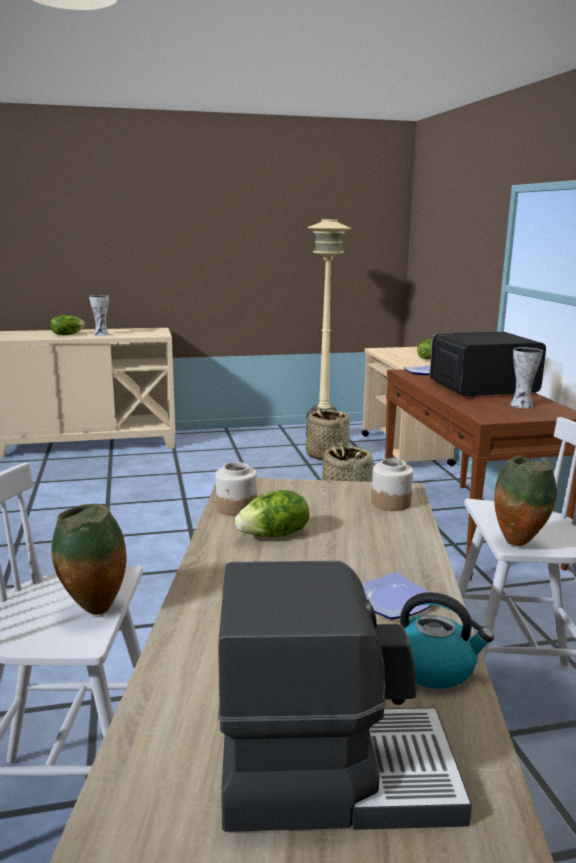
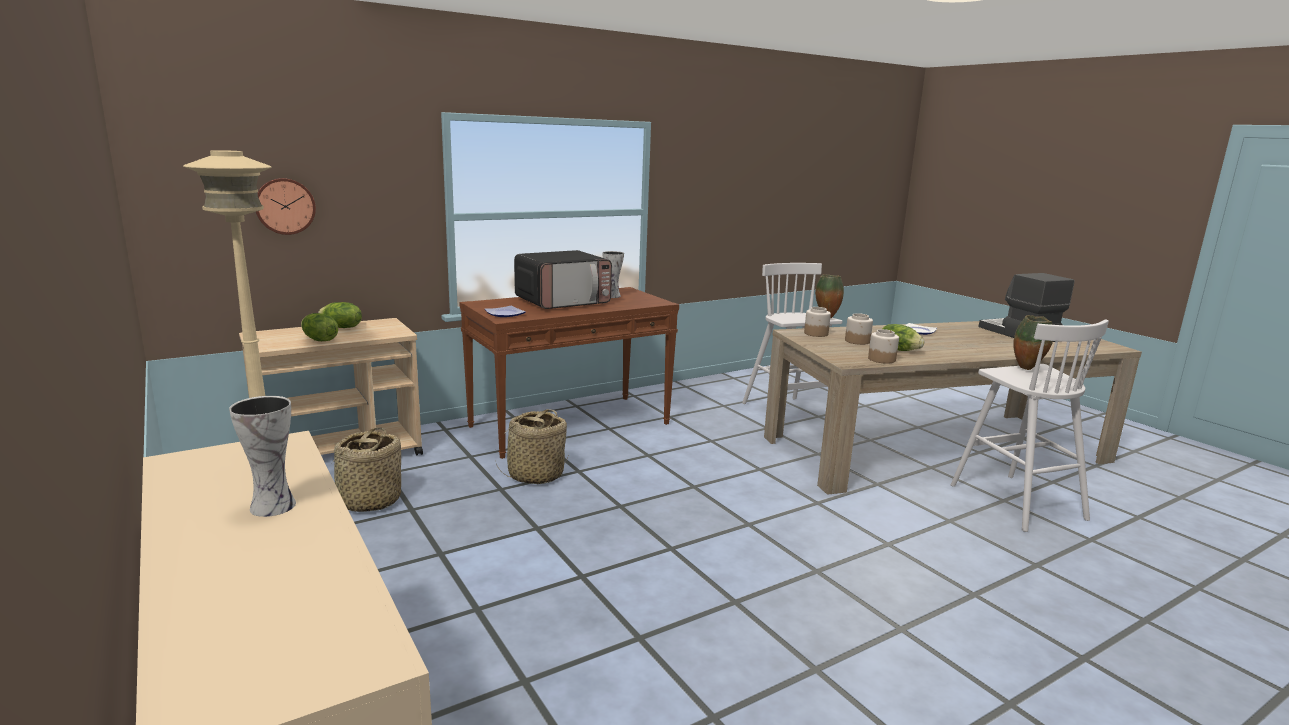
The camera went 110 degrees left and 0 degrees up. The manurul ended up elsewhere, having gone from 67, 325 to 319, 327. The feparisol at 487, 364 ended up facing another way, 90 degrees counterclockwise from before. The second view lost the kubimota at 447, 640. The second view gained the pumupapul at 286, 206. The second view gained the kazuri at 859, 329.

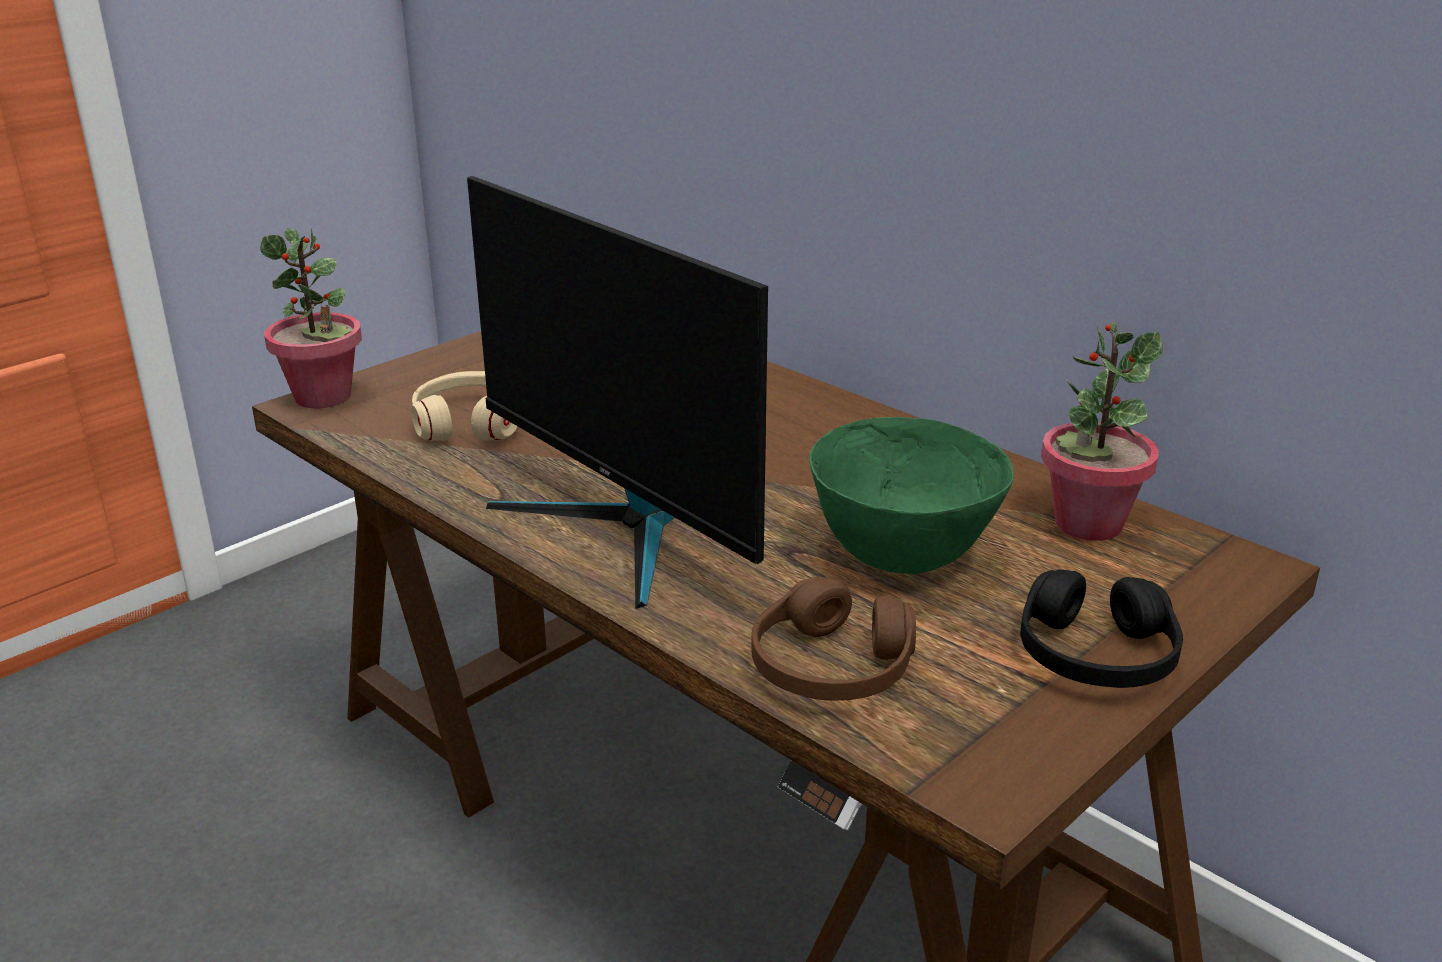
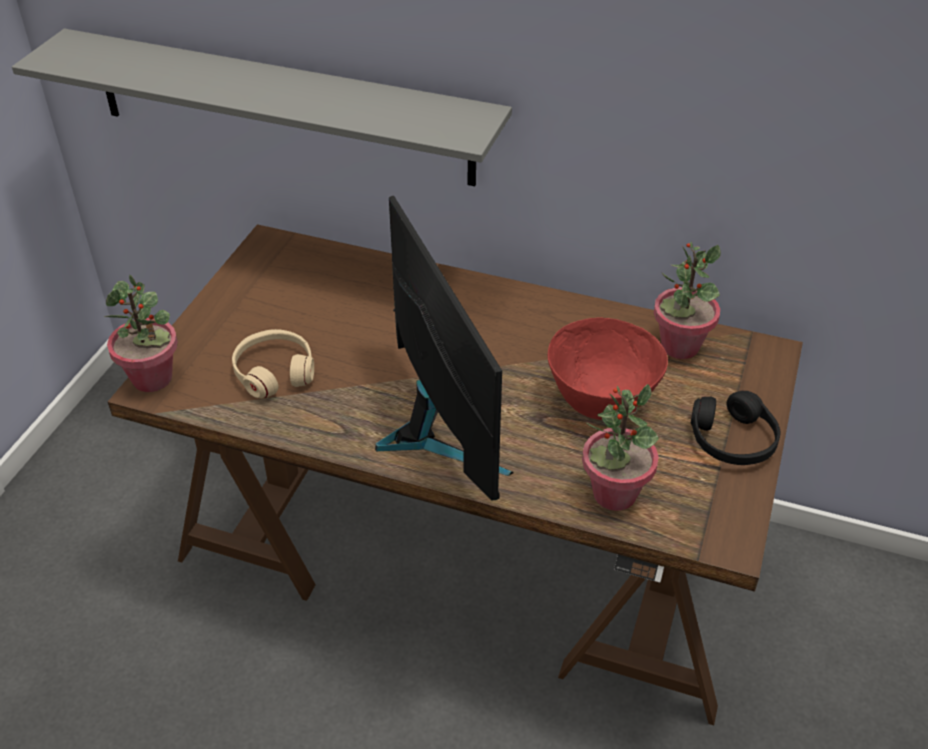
The camera went 25 degrees left and 15 degrees up. The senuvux at 617, 392 ended up facing another way, 135 degrees counterclockwise from before. What was the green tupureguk at 911, 496 turned into the red tupureguk at 607, 369. Where the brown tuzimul stood at 833, 639, the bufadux came to stand at 620, 447. The second view gained the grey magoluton at 262, 107.

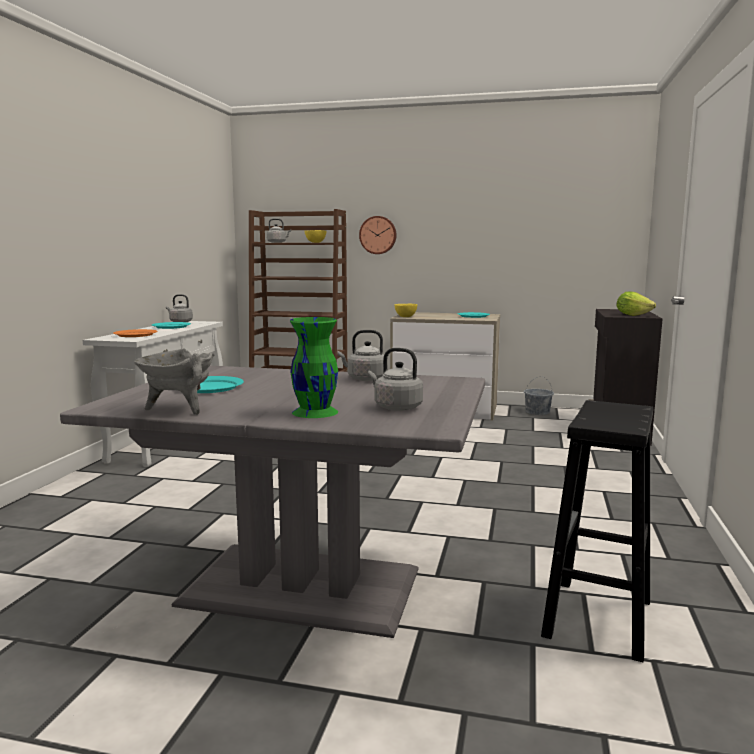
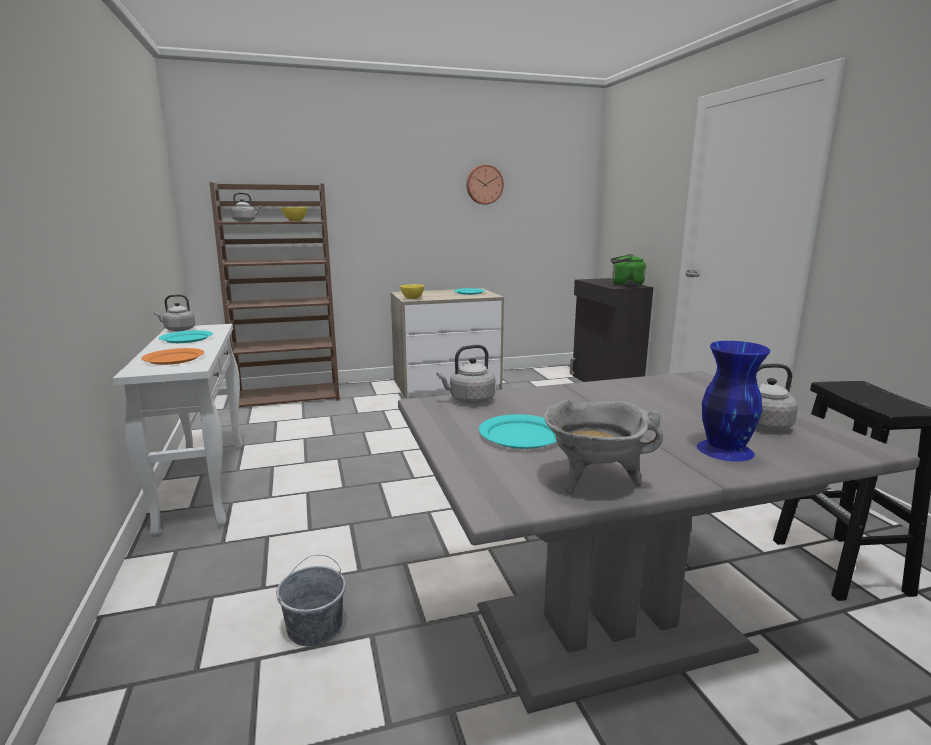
The camera went 30 degrees left and 5 degrees up. The pumupapul ended up elsewhere, having gone from 377, 235 to 485, 185. Where the manurul stood at 636, 303, the green kubimota came to stand at 628, 270. What was the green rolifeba at 314, 367 turned into the blue rolifeba at 733, 401. The grey kubimota ended up elsewhere, having gone from 360, 355 to 466, 374. The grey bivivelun ended up elsewhere, having gone from 539, 395 to 311, 600.

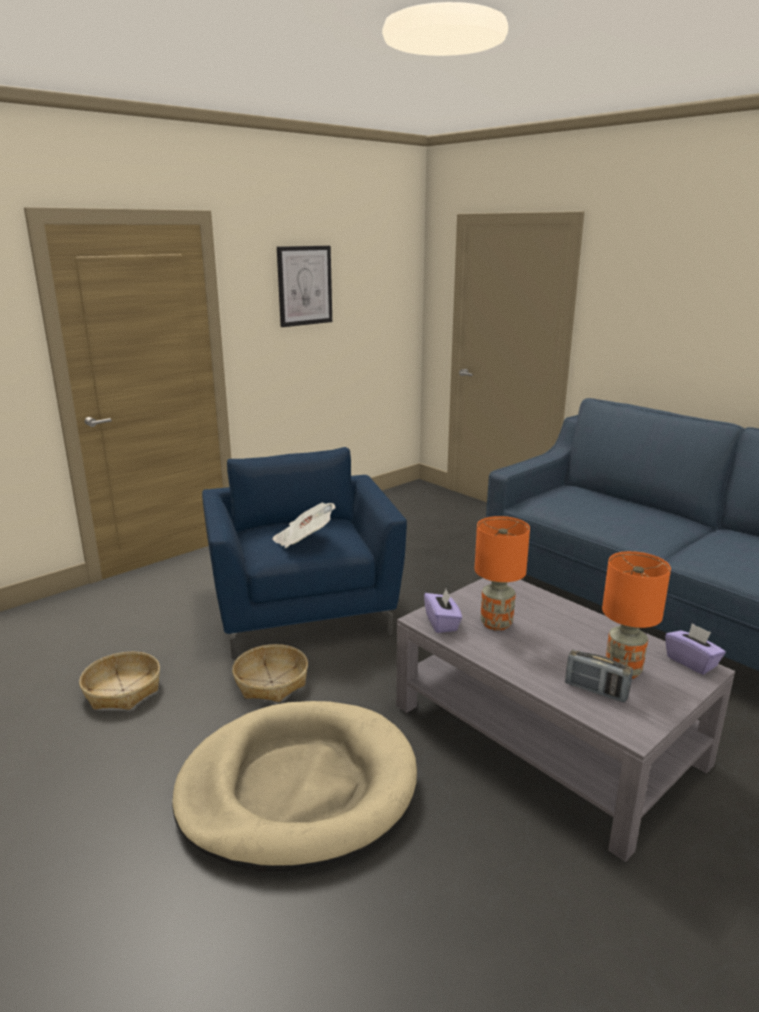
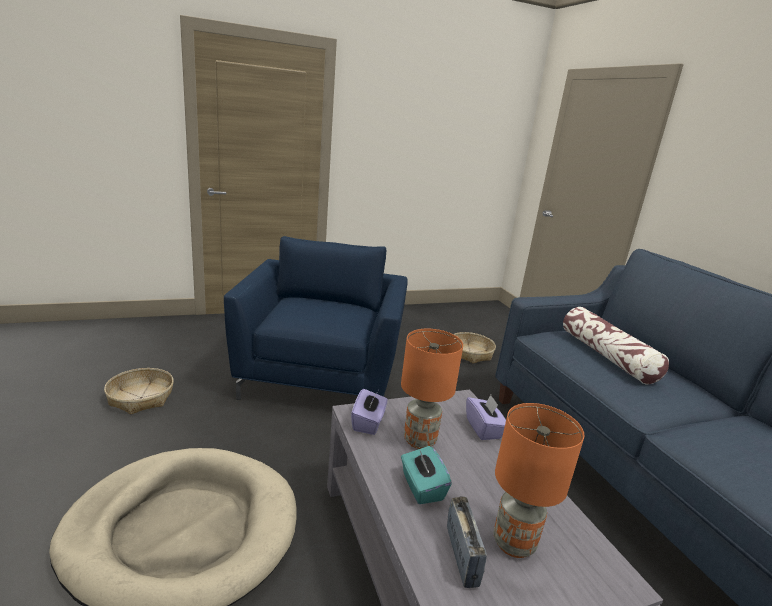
The camera went 20 degrees right and 0 degrees up. The second view lost the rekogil at 304, 286. The second view lost the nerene at 304, 525. The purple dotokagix ended up elsewhere, having gone from 695, 649 to 486, 417. The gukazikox ended up elsewhere, having gone from 270, 673 to 475, 348. The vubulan at 599, 676 ended up facing another way, 150 degrees counterclockwise from before. The second view gained the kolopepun at 616, 345. The second view gained the turquoise dotokagix at 426, 475.

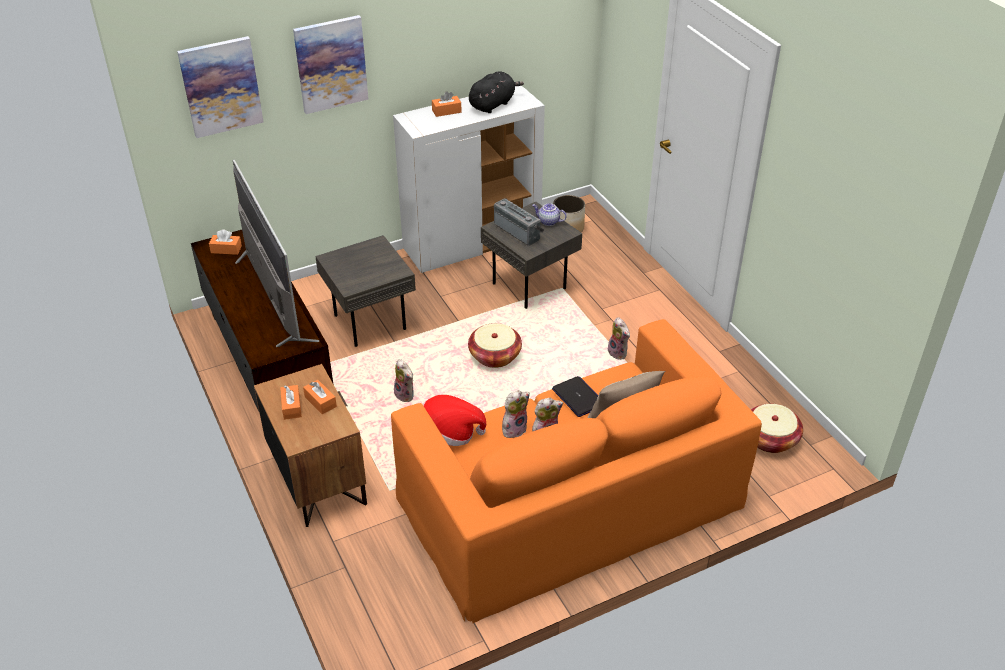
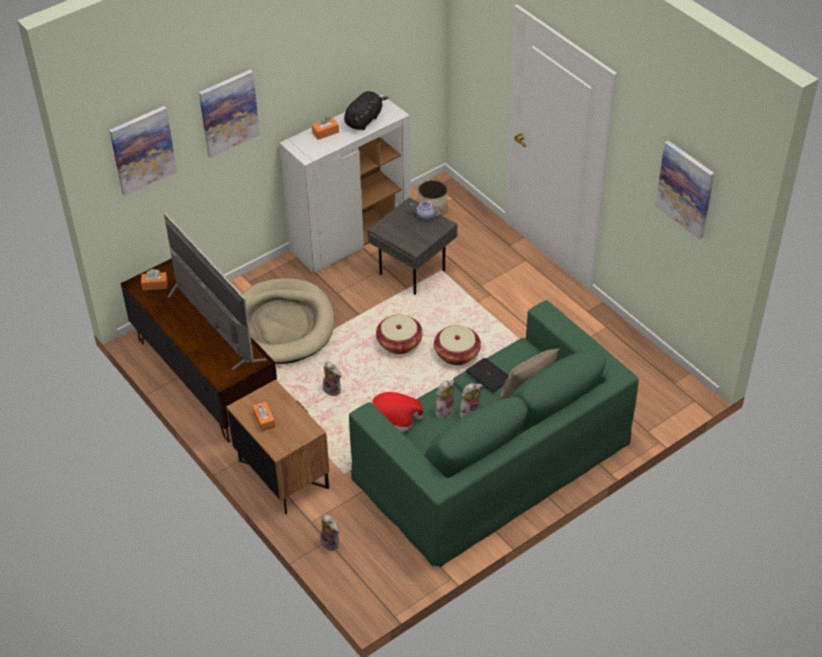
The camera went 10 degrees left and 5 degrees up. The second view lost the vubulan at 519, 222. Where the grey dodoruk stood at 365, 291, the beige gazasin came to stand at 288, 321. The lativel ended up elsewhere, having gone from 619, 338 to 328, 532. What was the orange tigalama at 576, 471 turned into the green tigalama at 494, 433. The second view lost the orange dotokagix at 320, 397. The gukazikox ended up elsewhere, having gone from 777, 428 to 457, 345. The second view gained the rekogil at 685, 189.

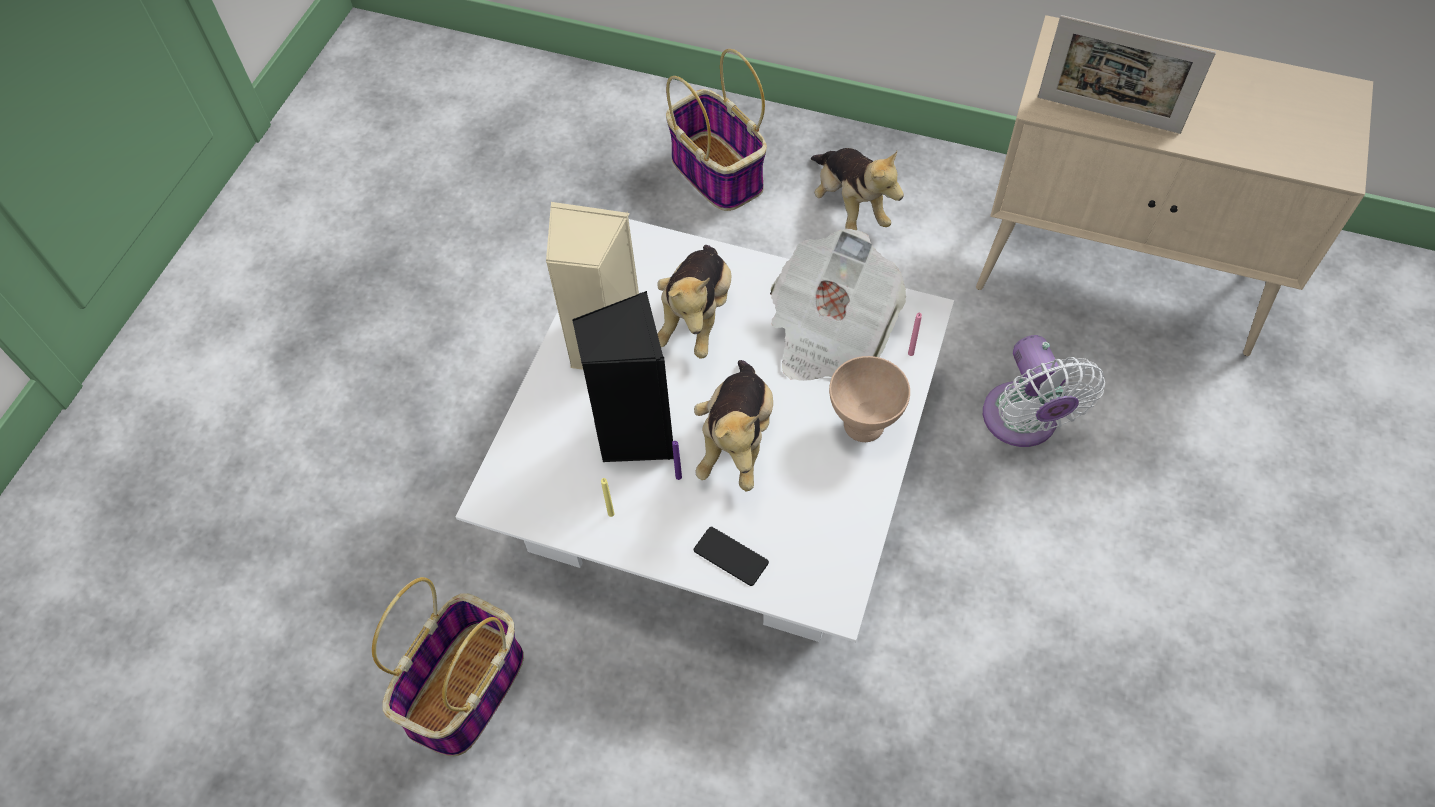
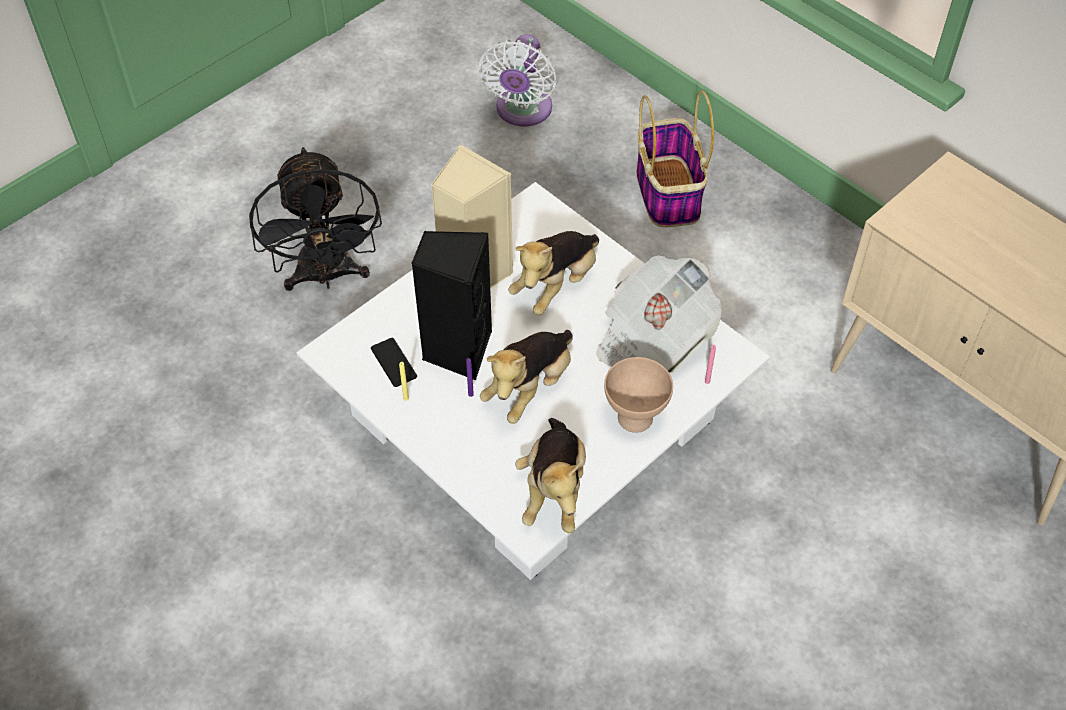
The camera went 25 degrees right and 5 degrees down. The second view lost the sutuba at 1127, 74. The lativel ended up elsewhere, having gone from 857, 189 to 550, 475. The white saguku ended up elsewhere, having gone from 1044, 391 to 518, 80. The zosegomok ended up elsewhere, having gone from 731, 556 to 394, 362. The second view lost the gukazikox at 448, 666. The second view gained the black saguku at 315, 219.

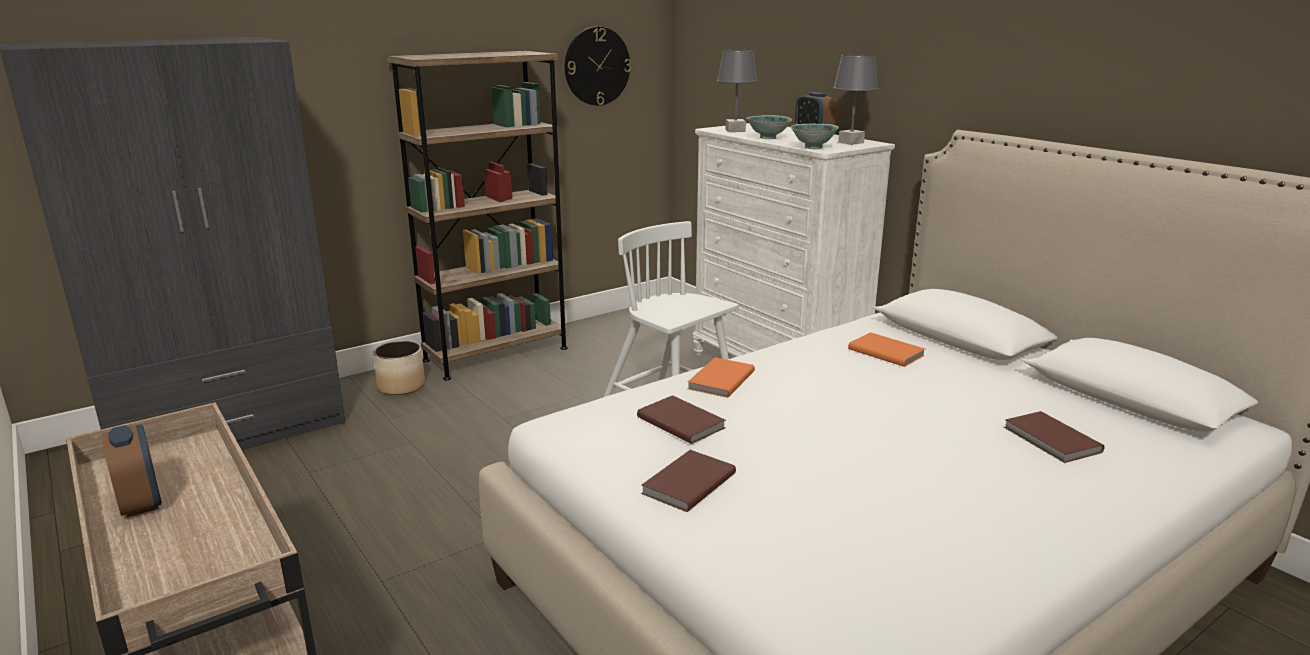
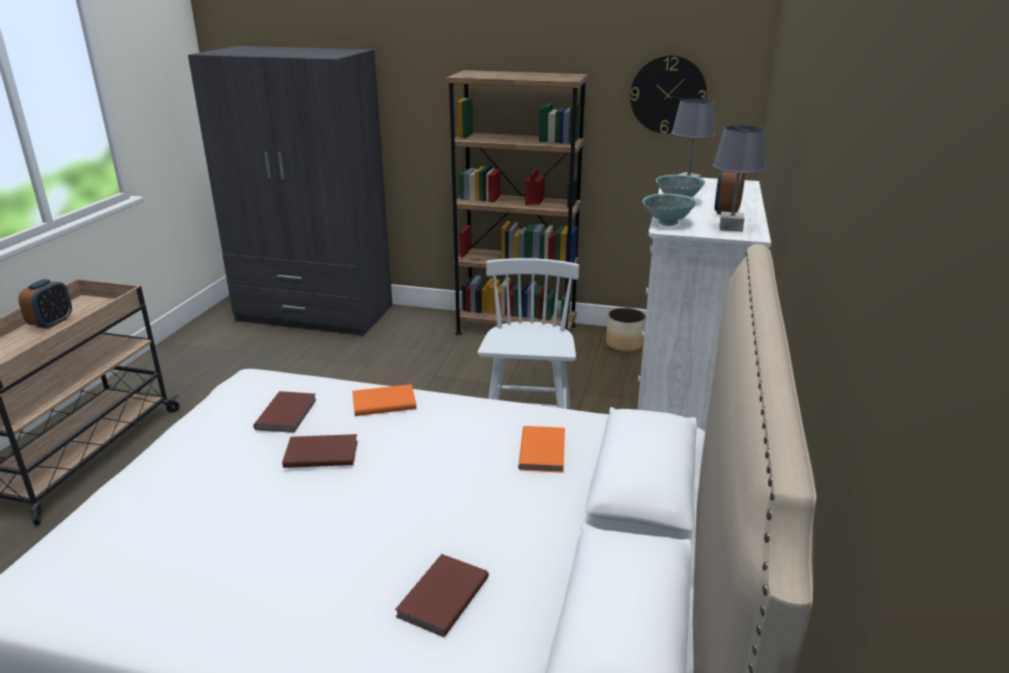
The camera went 50 degrees right and 5 degrees up. The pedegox ended up elsewhere, having gone from 399, 368 to 626, 330. The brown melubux ended up elsewhere, having gone from 688, 481 to 320, 451.

